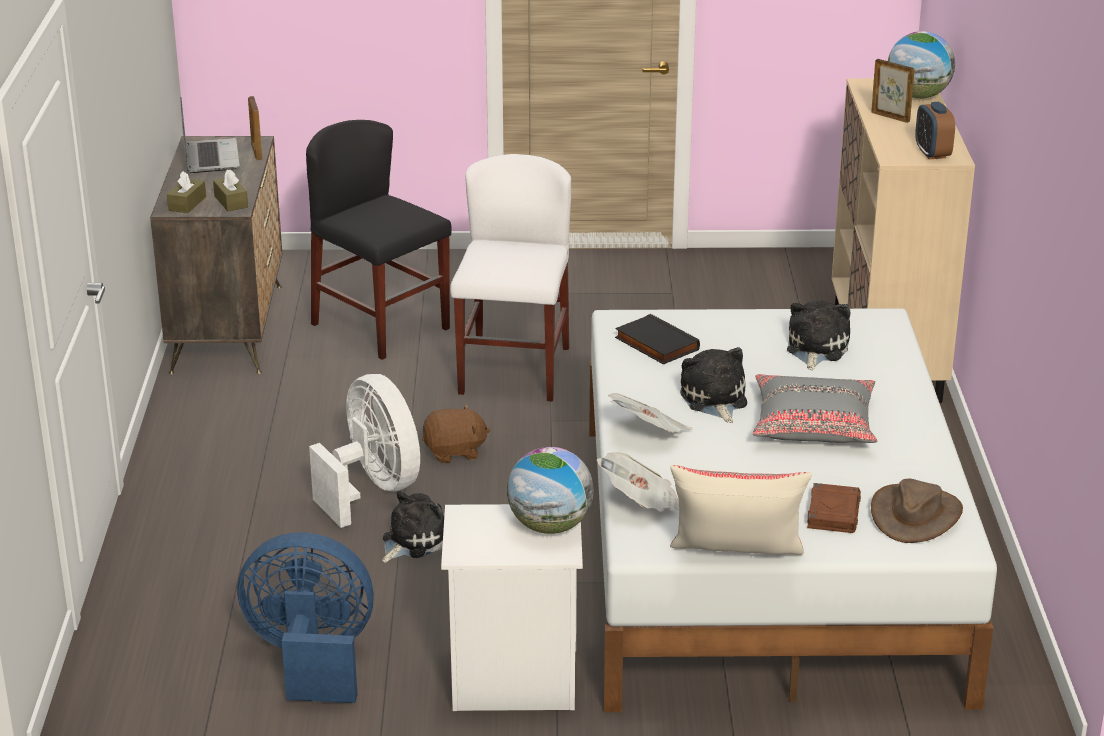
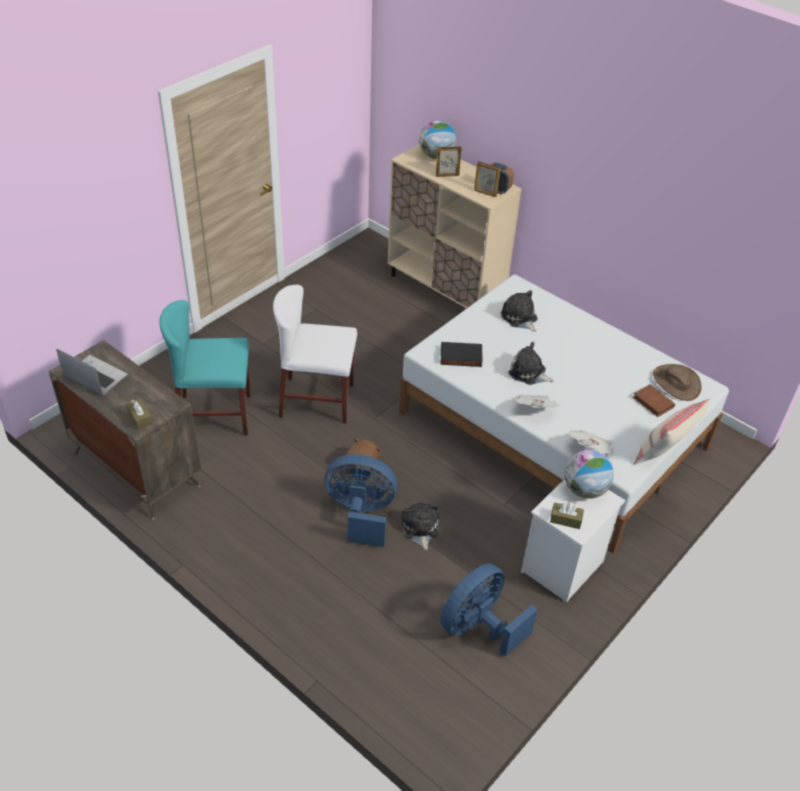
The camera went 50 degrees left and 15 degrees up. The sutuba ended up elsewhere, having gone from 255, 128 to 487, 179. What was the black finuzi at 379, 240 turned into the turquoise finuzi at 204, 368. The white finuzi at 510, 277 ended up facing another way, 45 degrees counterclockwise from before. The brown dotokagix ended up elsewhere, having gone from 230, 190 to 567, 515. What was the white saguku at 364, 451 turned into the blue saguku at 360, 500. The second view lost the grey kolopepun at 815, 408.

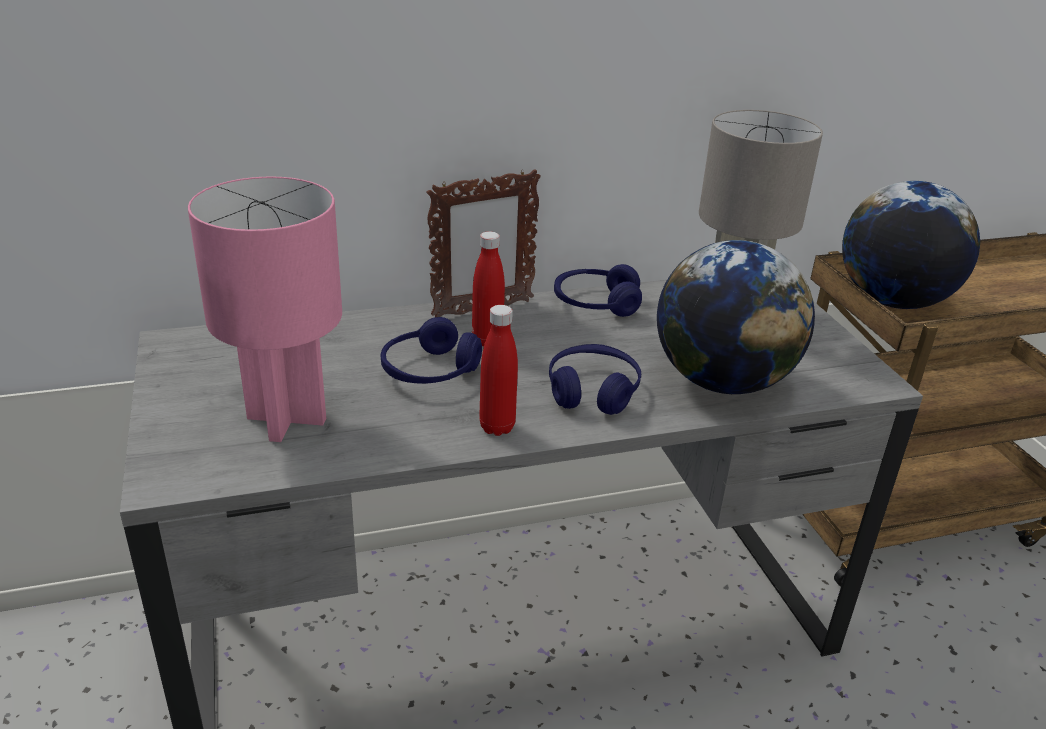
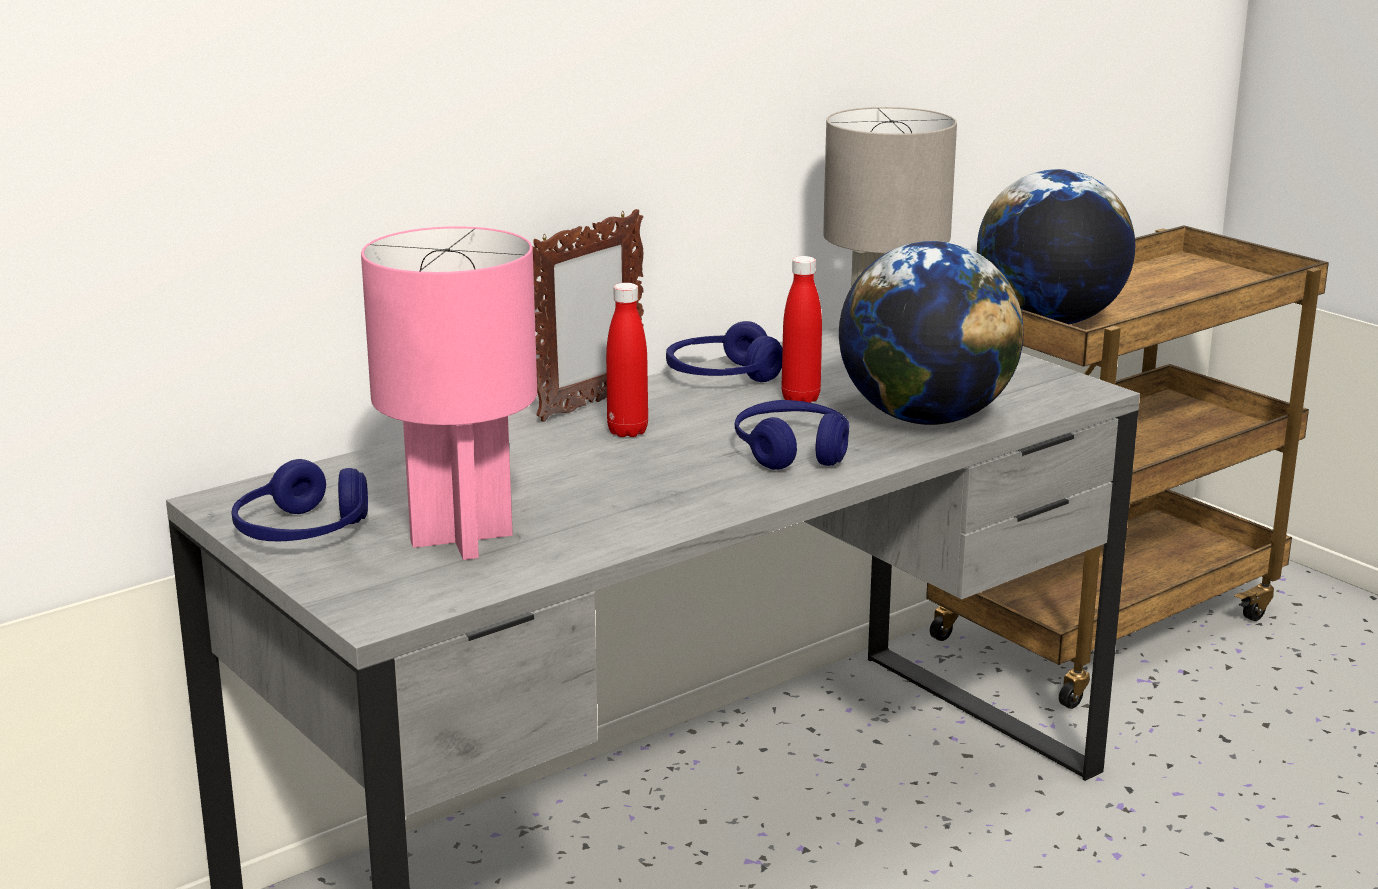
The camera went 20 degrees left and 10 degrees down. The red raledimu ended up elsewhere, having gone from 498, 370 to 801, 329. The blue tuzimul ended up elsewhere, having gone from 431, 350 to 299, 500.

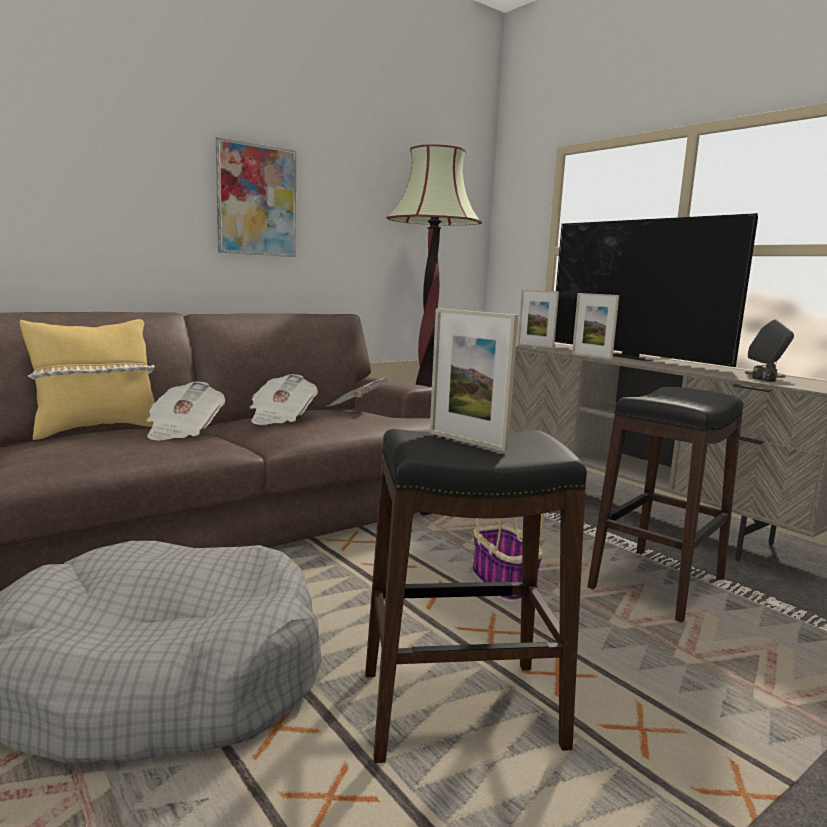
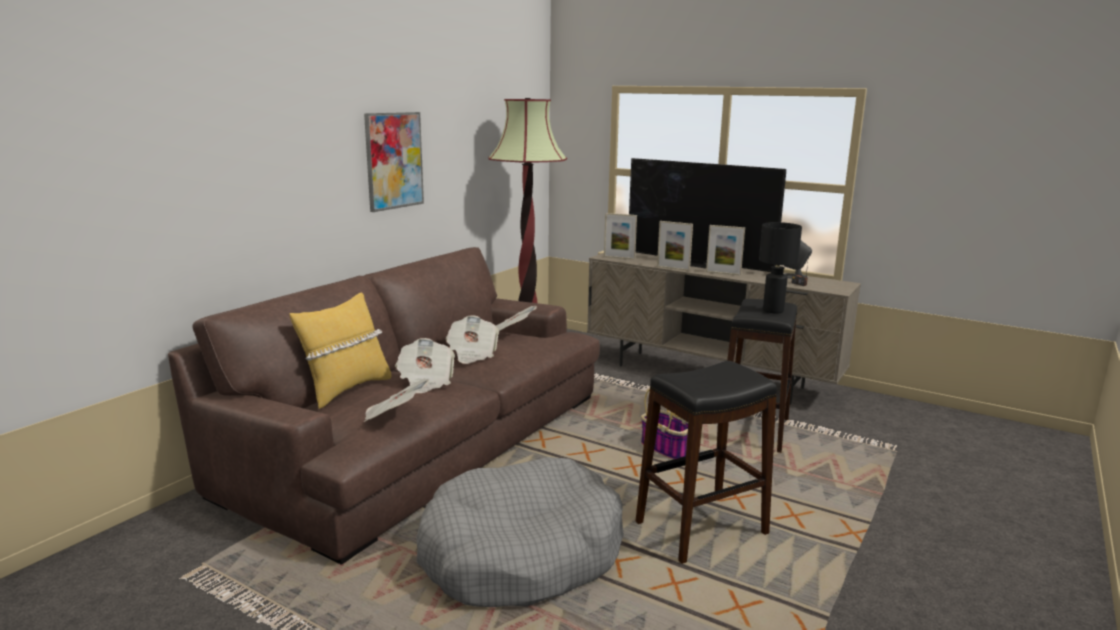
The camera went 20 degrees left and 5 degrees up. The sutuba ended up elsewhere, having gone from 474, 380 to 725, 250. The second view gained the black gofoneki at 780, 268. The second view gained the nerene at 396, 400.

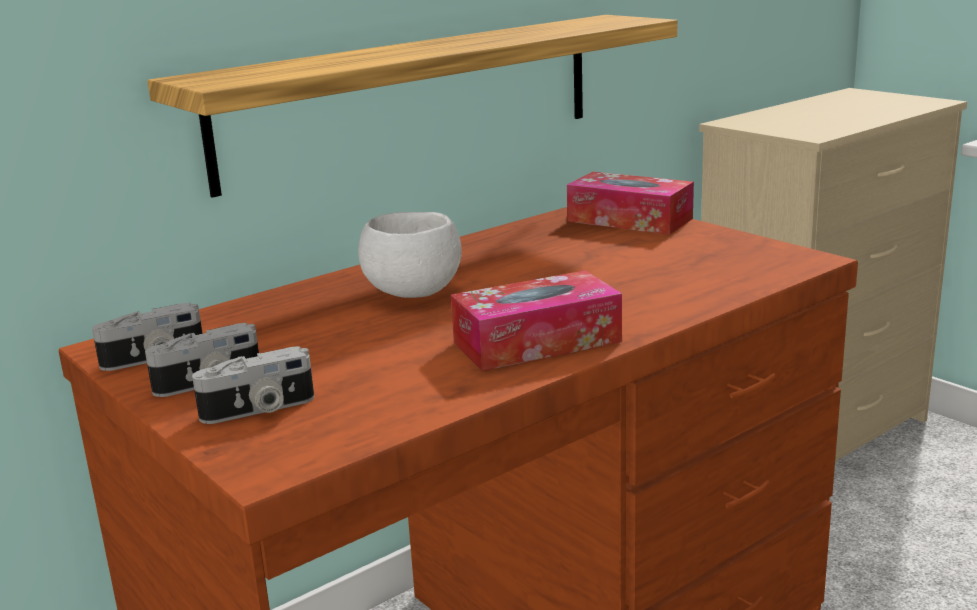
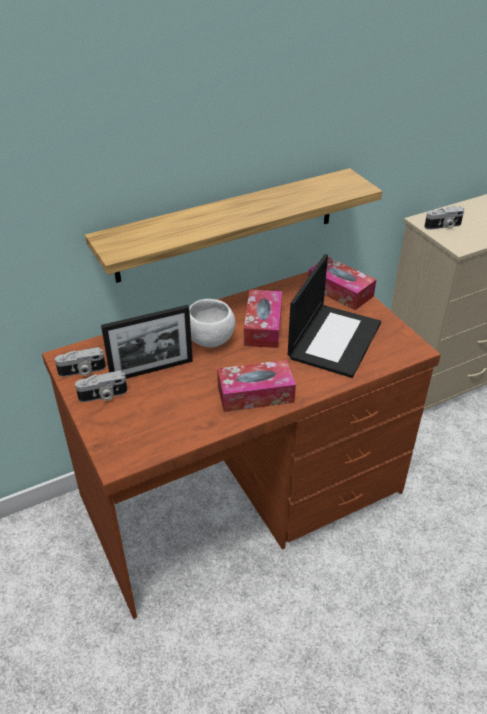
The camera went 10 degrees right and 20 degrees up. The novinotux ended up elsewhere, having gone from 253, 385 to 444, 218. The second view gained the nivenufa at 334, 316. The second view gained the dotokagix at 263, 319. The second view gained the sutuba at 147, 342.

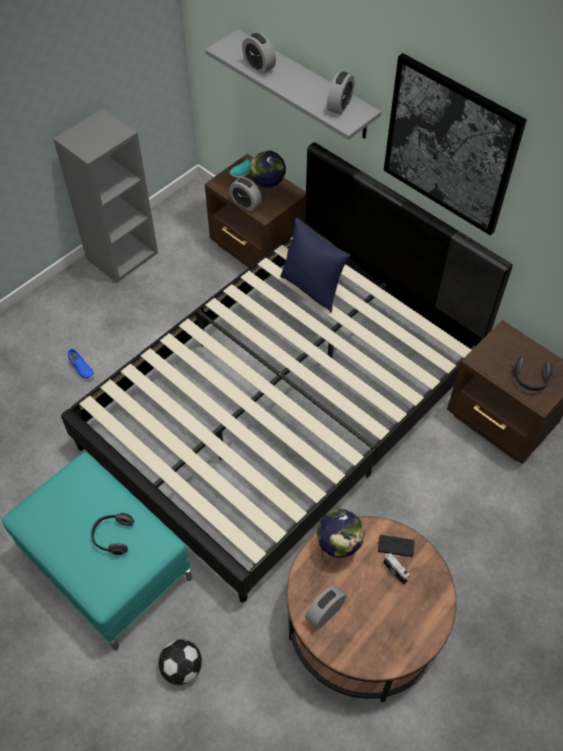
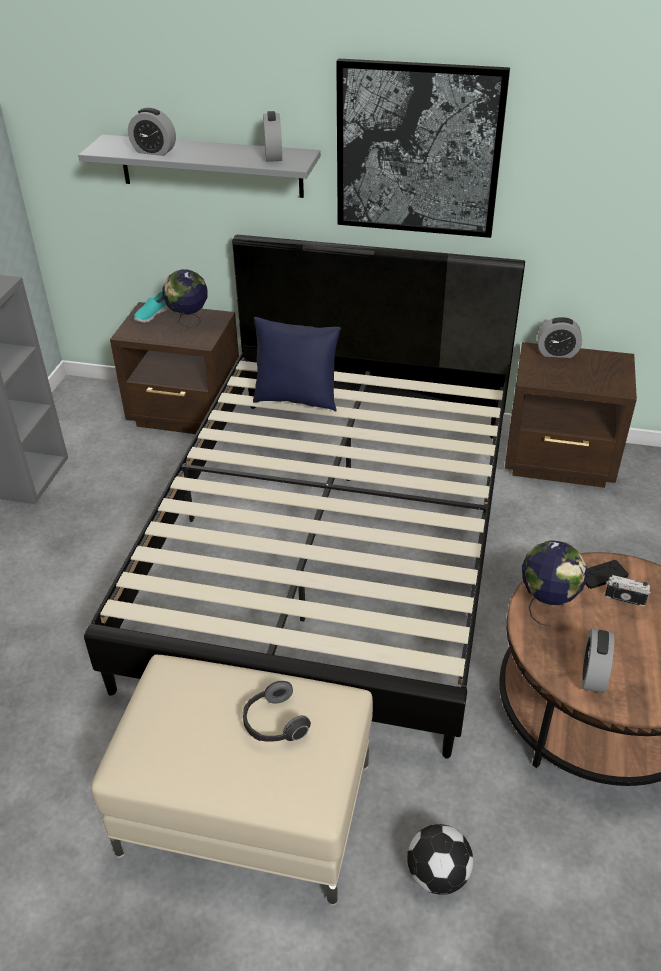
The camera went 30 degrees left and 15 degrees down. The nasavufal ended up elsewhere, having gone from 245, 194 to 560, 337. The second view lost the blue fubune at 81, 364. The second view lost the tuzimul at 533, 374. What was the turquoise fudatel at 97, 551 turned into the beige fudatel at 232, 780.

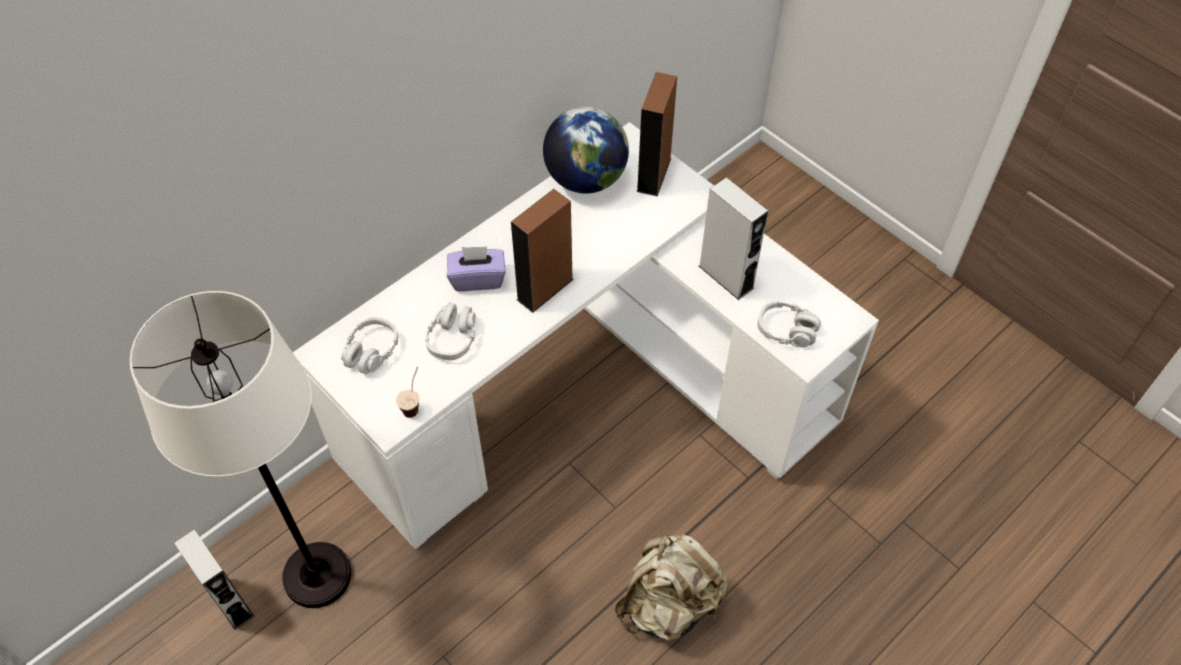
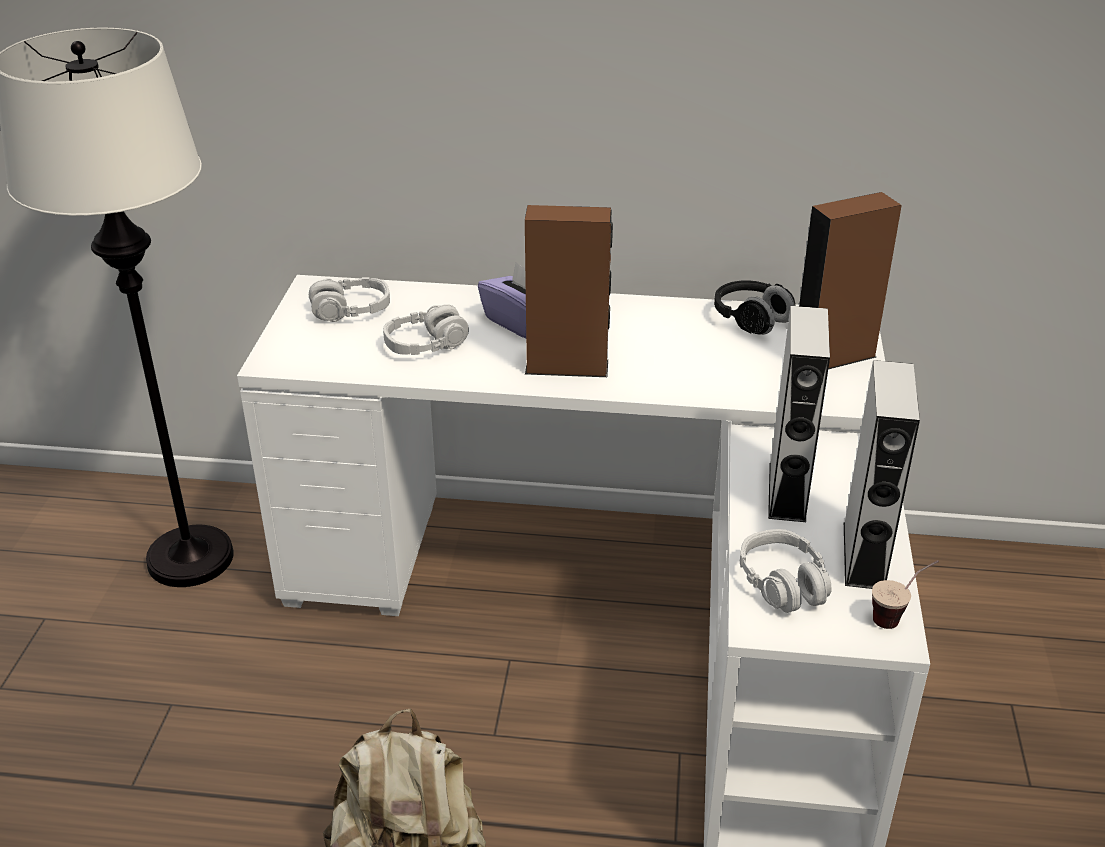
The camera went 50 degrees right and 20 degrees down. Where the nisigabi stood at 586, 150, the black tuzimul came to stand at 755, 307. The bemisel ended up elsewhere, having gone from 407, 392 to 905, 594. The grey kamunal ended up elsewhere, having gone from 214, 580 to 882, 474.

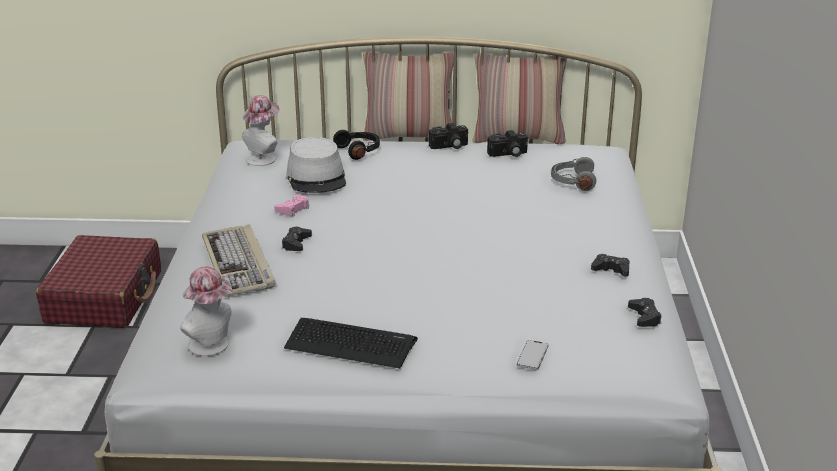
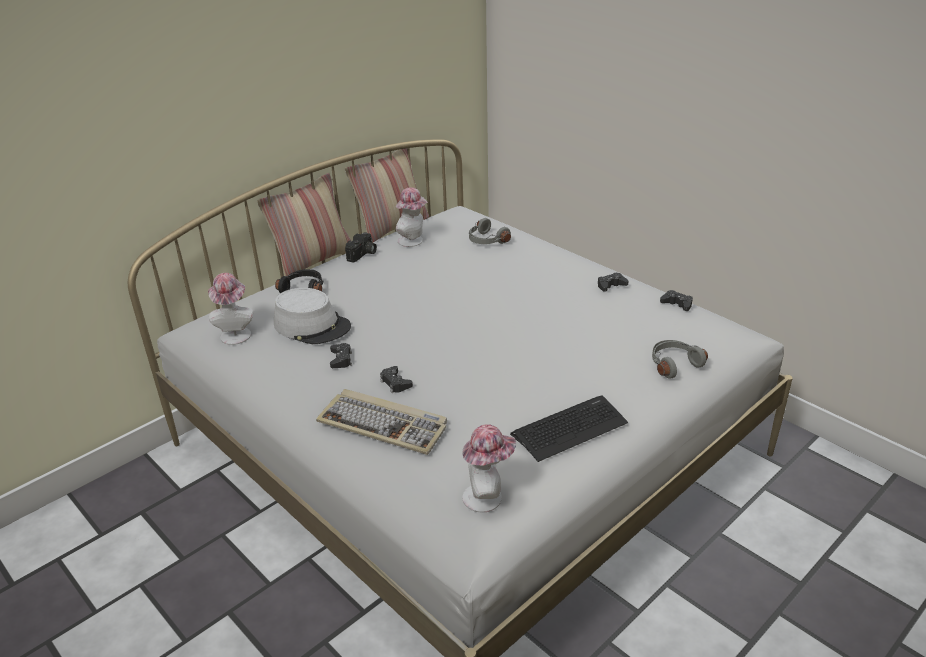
The camera went 45 degrees left and 5 degrees up. Where the novinotux stood at 507, 143, the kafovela came to stand at 411, 217. What was the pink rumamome at 291, 205 turned into the black rumamome at 341, 355. The second view lost the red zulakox at 98, 281. Where the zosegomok stood at 532, 355, the grey tuzimul came to stand at 680, 359.

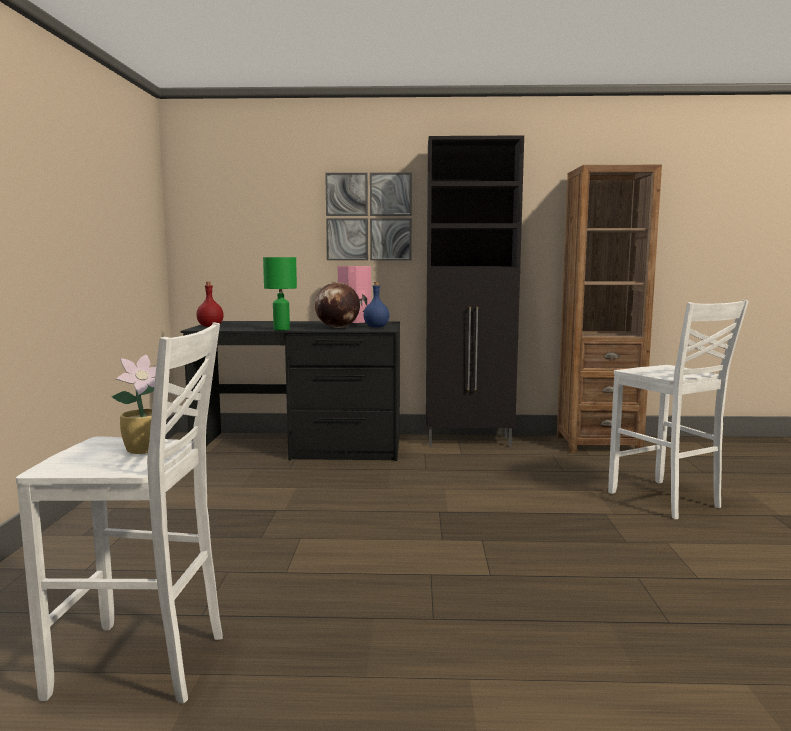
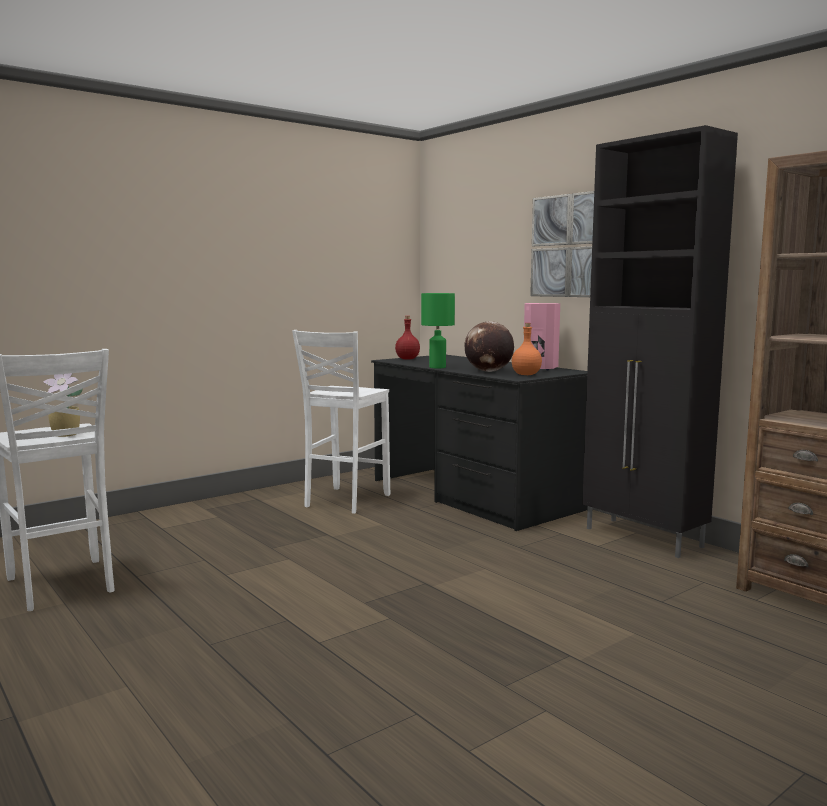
The camera went 50 degrees right and 0 degrees up. What was the blue raledimu at 376, 305 turned into the orange raledimu at 527, 349. The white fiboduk ended up elsewhere, having gone from 678, 409 to 341, 422.

